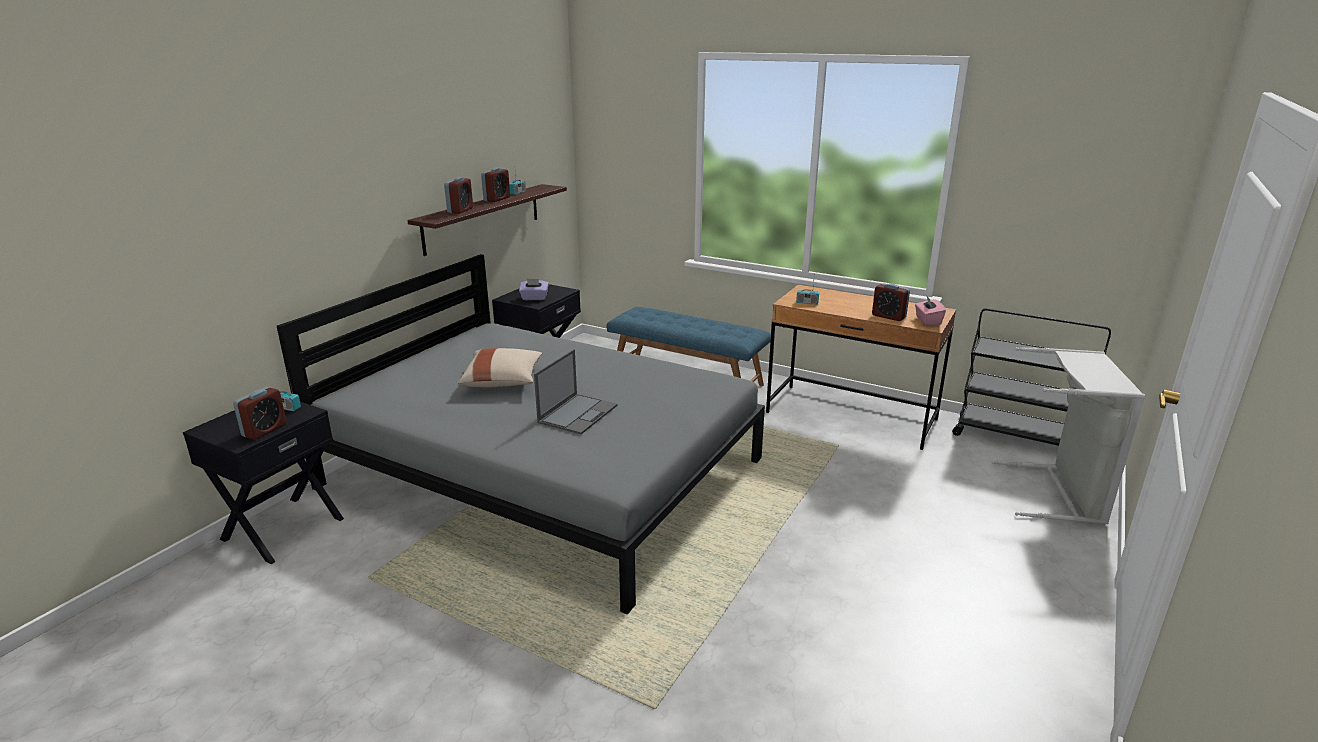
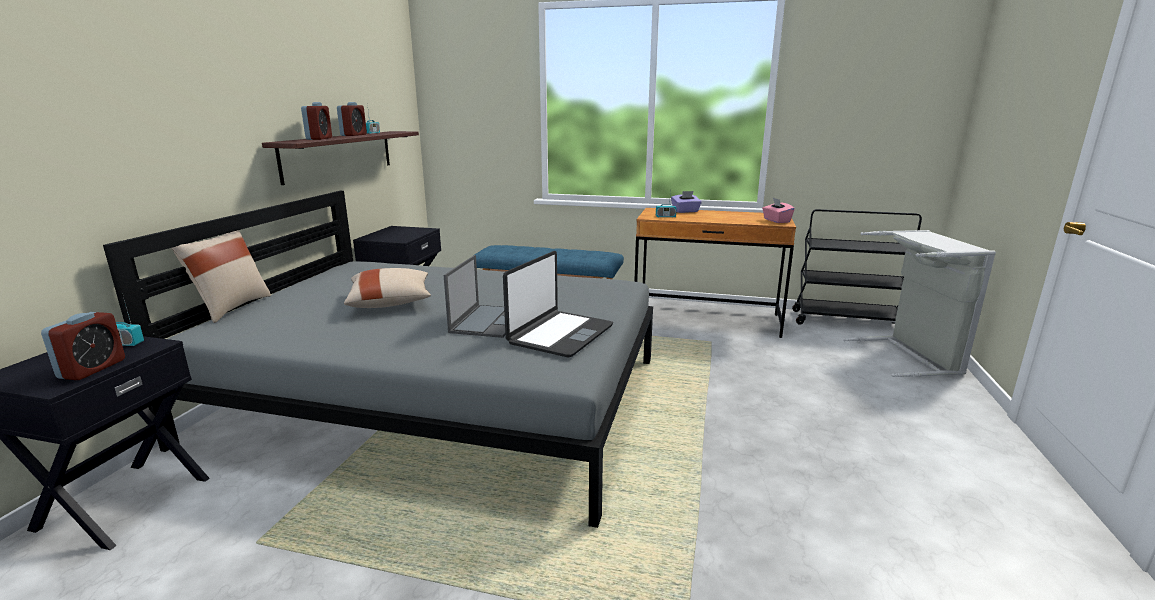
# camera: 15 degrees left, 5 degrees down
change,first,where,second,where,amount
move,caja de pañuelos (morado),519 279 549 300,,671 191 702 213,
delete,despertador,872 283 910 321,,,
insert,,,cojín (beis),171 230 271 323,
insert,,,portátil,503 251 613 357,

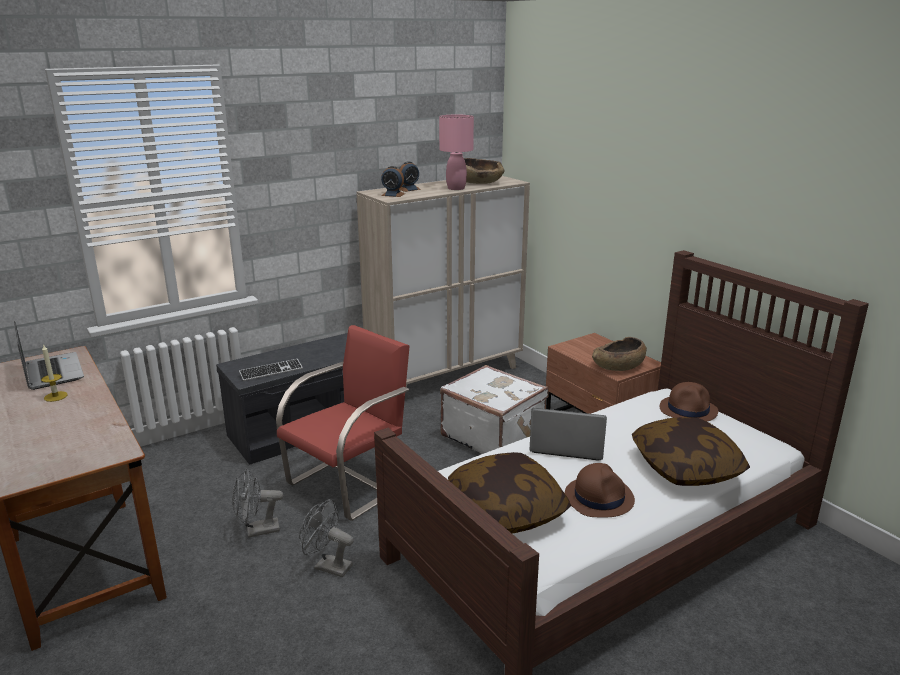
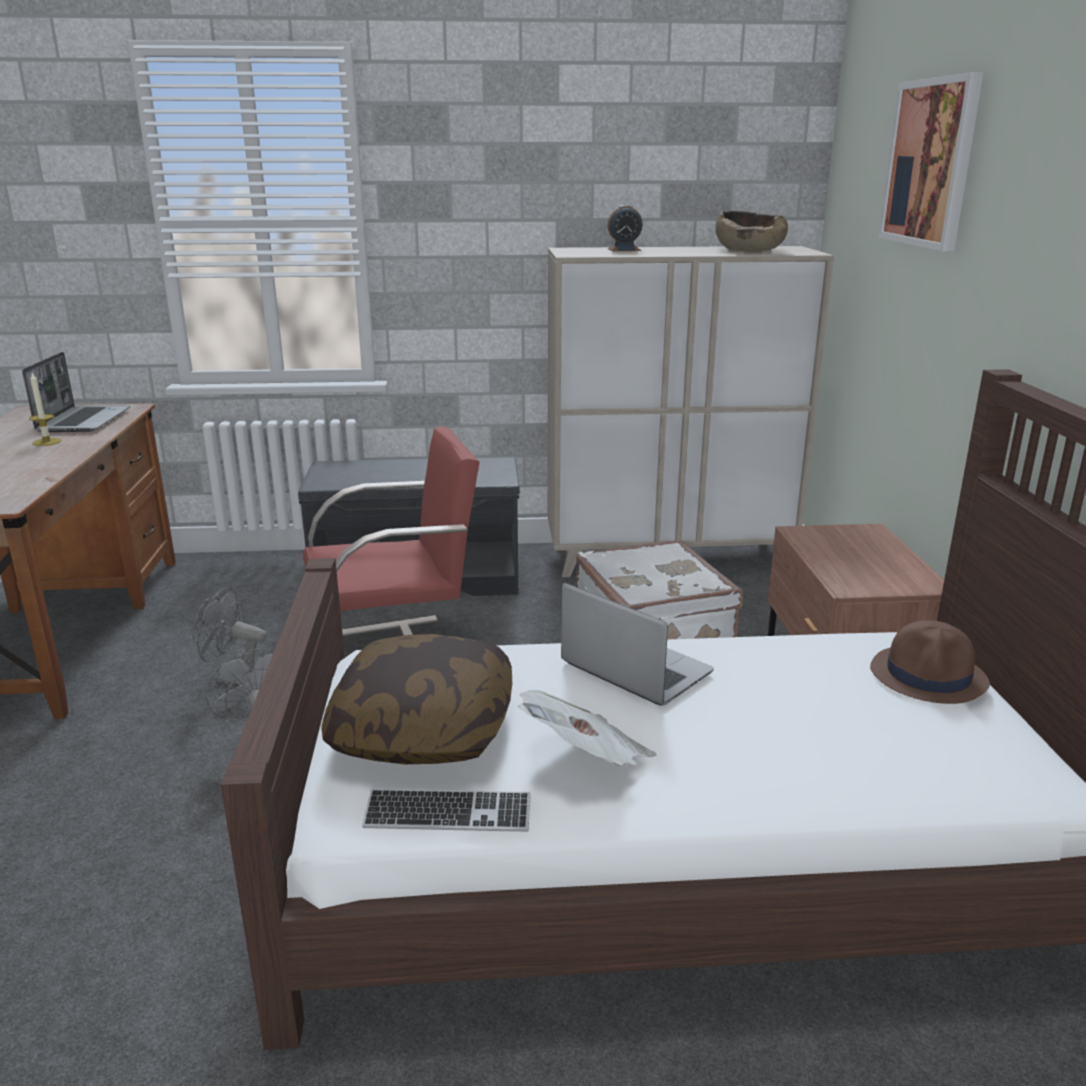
# camera: 30 degrees right, 0 degrees up
change,first,where,second,where,amount
move,teclado,239 359 303 381,,362 789 531 832,
delete,despertador,381 166 405 197,,,
delete,lámpara de mesa (rosa),439 115 474 190,,,
replace,sombrero (marrón),565 463 635 517,periódico,518 690 656 766,
delete,cuenco (marrón),592 337 647 371,,,
delete,cojín,632 417 750 486,,,
insert,,,cuadro,878 72 984 251,

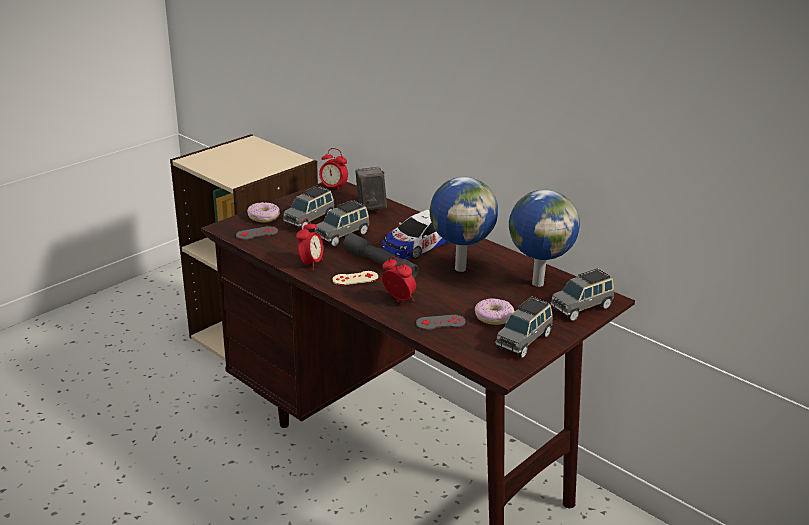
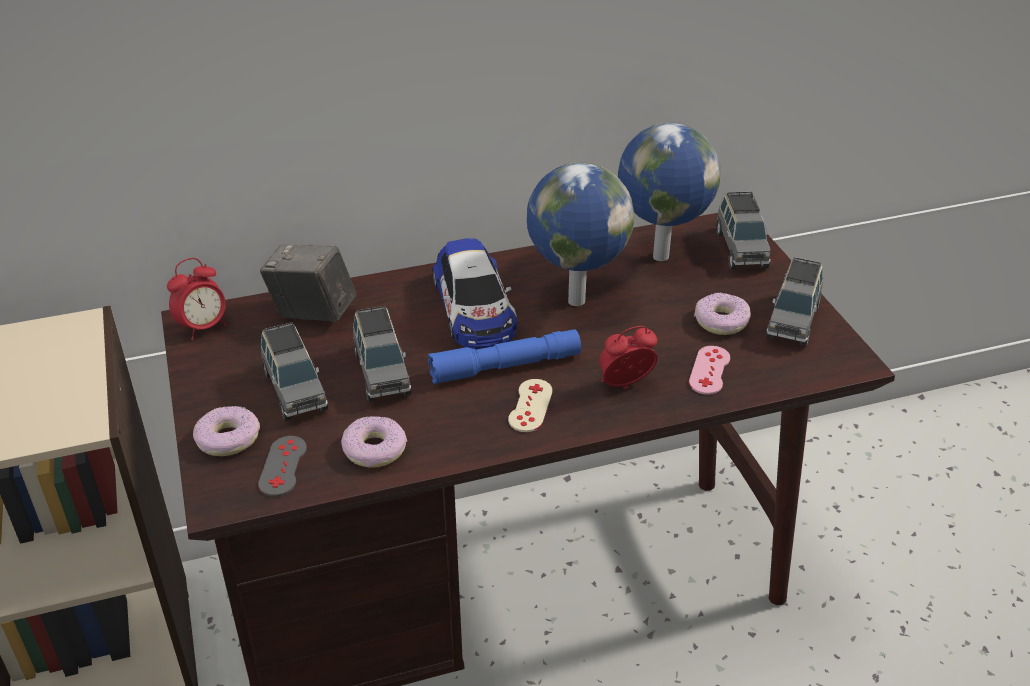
# camera: 60 degrees left, 10 degrees up
change,first,where,second,where,amount
delete,despertador,296 218 323 270,,,
recolor,linterna (gris),343 233 418 278,linterna (azul),428 329 581 384,
recolor,mando de consola (gris),416 315 466 330,mando de consola (rosa),689 346 730 395,
rotate,coche de juguete (gris),495 296 553 358,,766 257 823 347,45 degrees clockwise
insert,,,rosquilla,341 416 407 468,

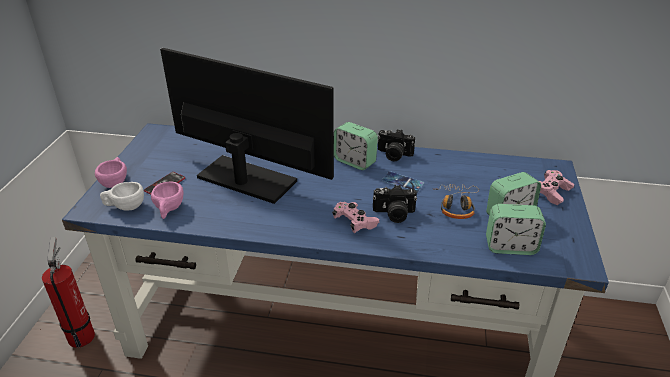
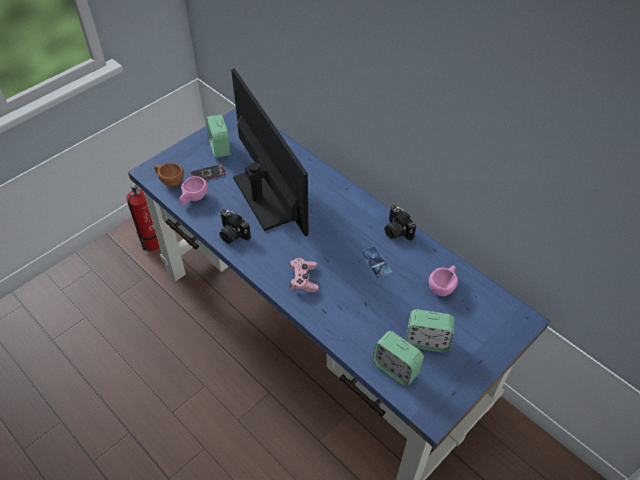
# camera: 35 degrees right, 15 degrees up
change,first,where,second,where,amount
move,taza (rosa),95 157 127 188,,429 266 458 296,
recolor,taza (blanco),100 182 144 210,taza (marrón),154 163 184 187,
move,despertador,334 122 378 170,,206 115 230 158,
move,cámara,373 185 417 223,,219 209 251 244,
delete,auriculares,435 184 479 219,,,
delete,mando de consola (rosa),539 170 574 205,,,

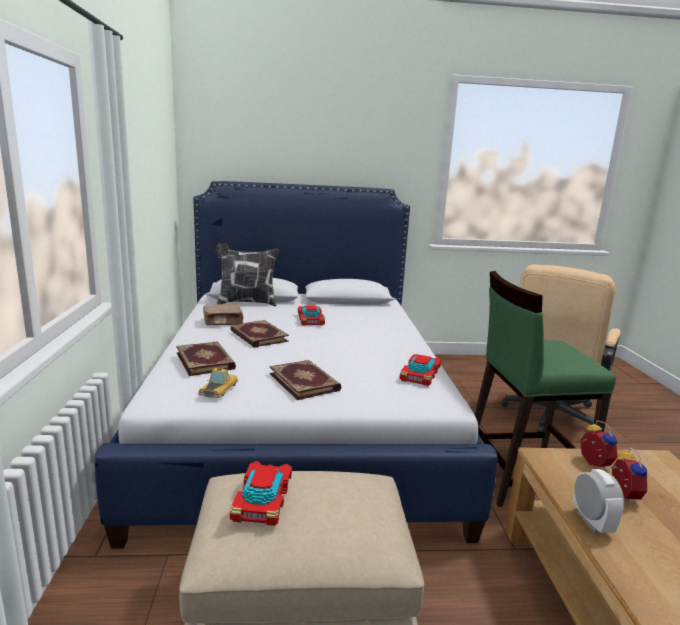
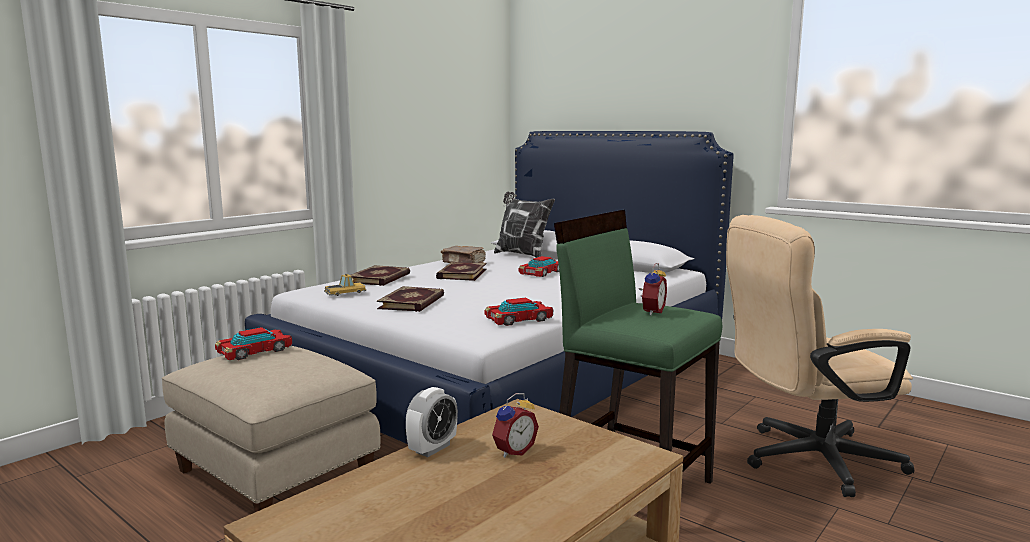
# camera: 45 degrees right, 5 degrees down
change,first,where,second,where,amount
move,despertador,580 420 618 470,,638 263 667 316,

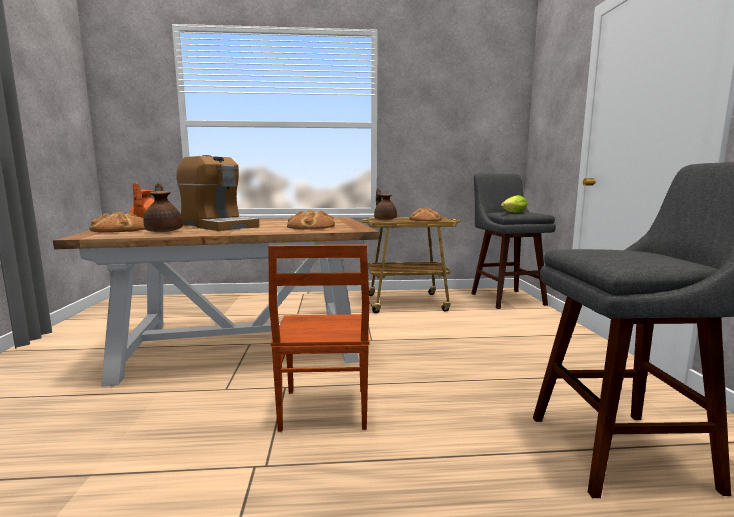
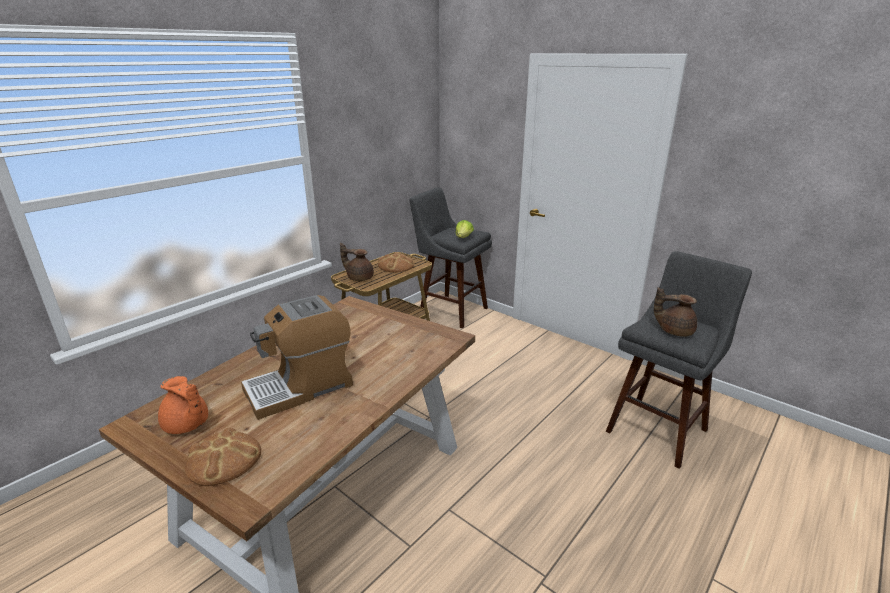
# camera: 45 degrees left, 15 degrees up
change,first,where,second,where,amount
move,tetera (marrón),143 183 183 232,,654 287 697 337,
rotate,cafetera,176 155 259 231,,241 295 353 420,150 degrees clockwise
delete,silla (marrón),268 244 370 432,,,
delete,pan,287 210 335 230,,,

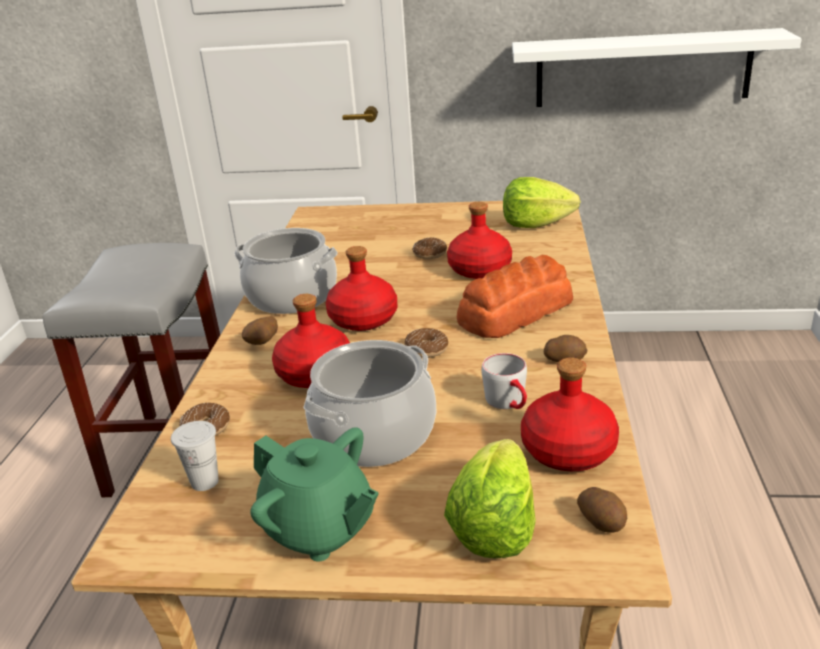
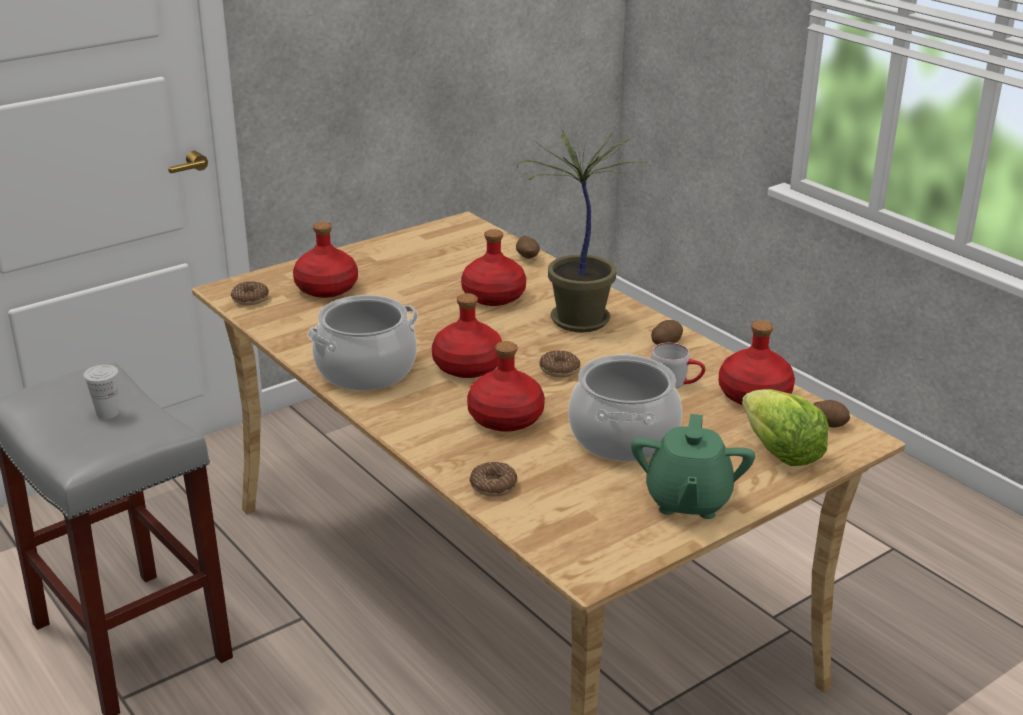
# camera: 45 degrees left, 0 degrees up
change,first,where,second,where,amount
move,taza (blanco),171 421 219 491,,83 365 119 419,
move,patata,242 316 278 345,,516 236 540 259,
rotate,tetera (verde),250 427 379 562,,631 414 755 519,105 degrees clockwise
move,rosquilla,412 237 447 259,,231 281 269 305,
replace,pan,457 255 573 338,planta en maceta,517 130 648 332,
delete,lechuga,503 177 581 228,,,
delete,estante (blanco),512 28 802 107,,,
insert,,,botella (rojo),293 222 358 298,

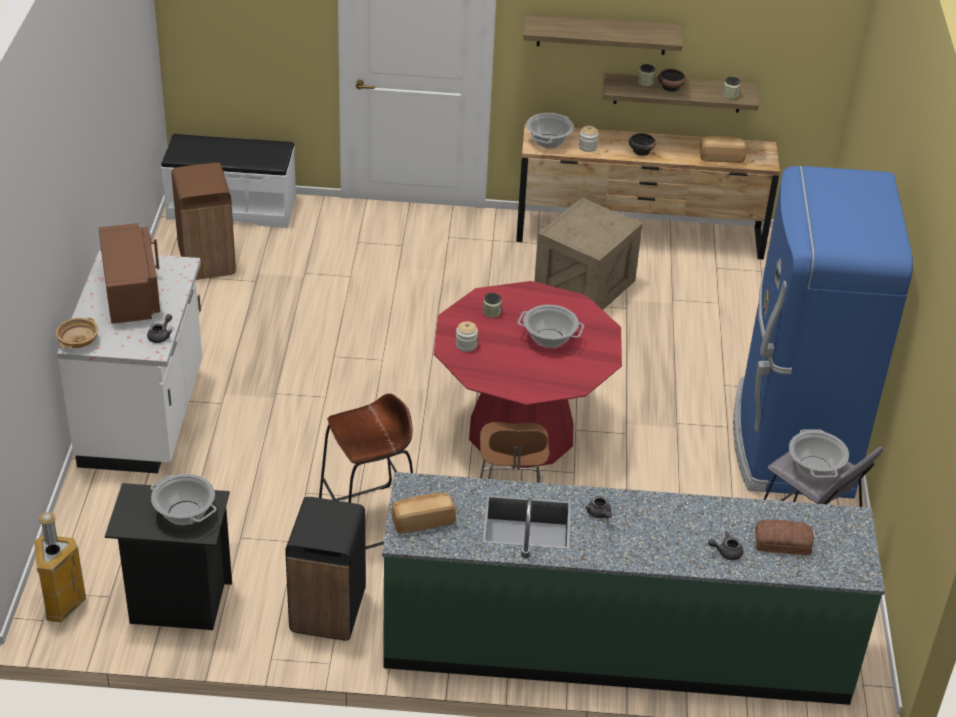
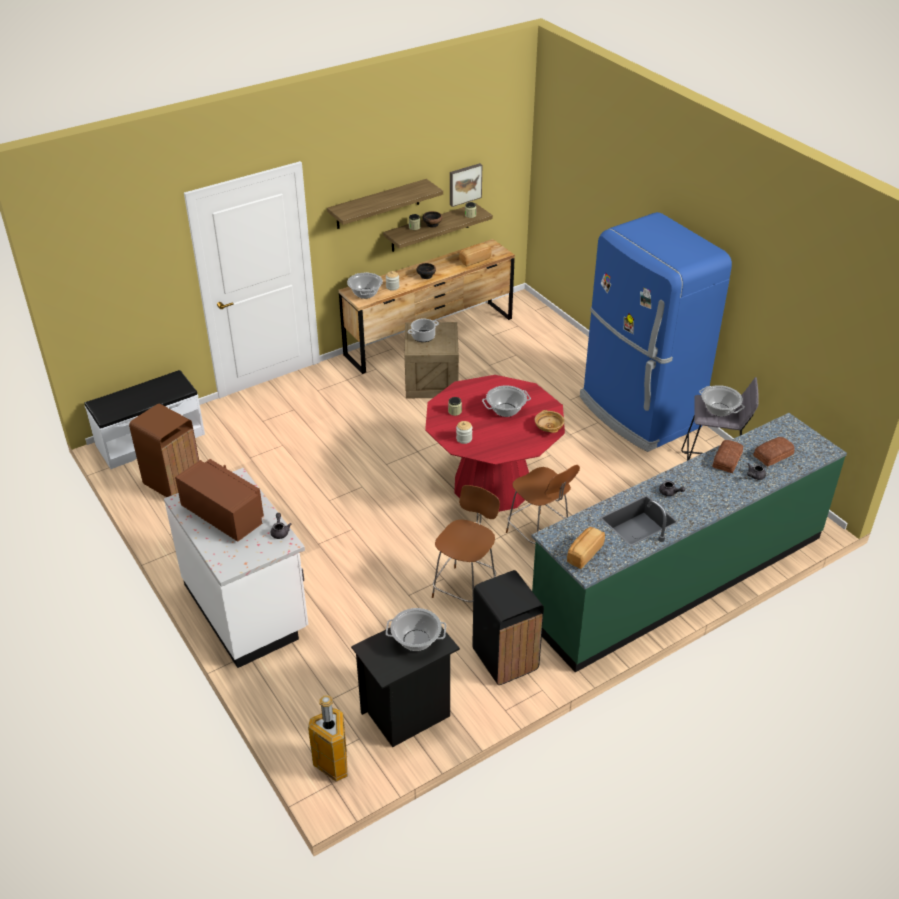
# camera: 35 degrees left, 0 degrees up
change,first,where,second,where,amount
move,cuenco (beis),56 318 98 348,,535 410 565 433,
replace,taburete (marrón),319 393 413 549,silla (marrón),432 485 500 602,
insert,,,olla,408 318 439 342,
insert,,,cuadro,450 163 482 207,
insert,,,pan,713 440 743 473,

